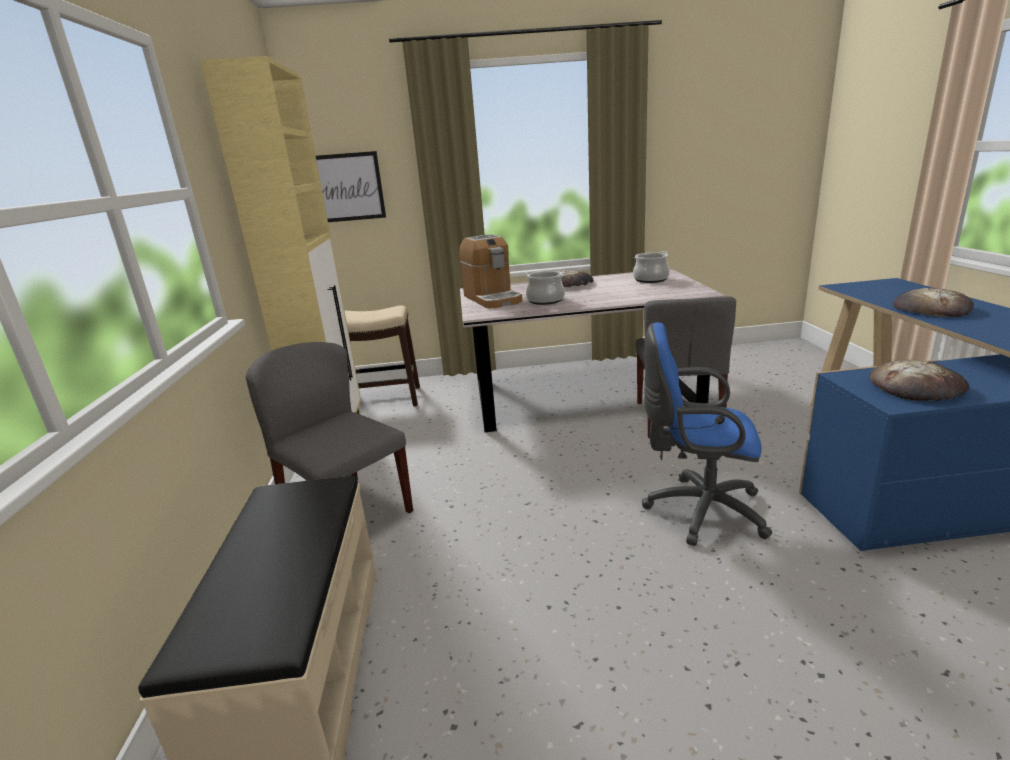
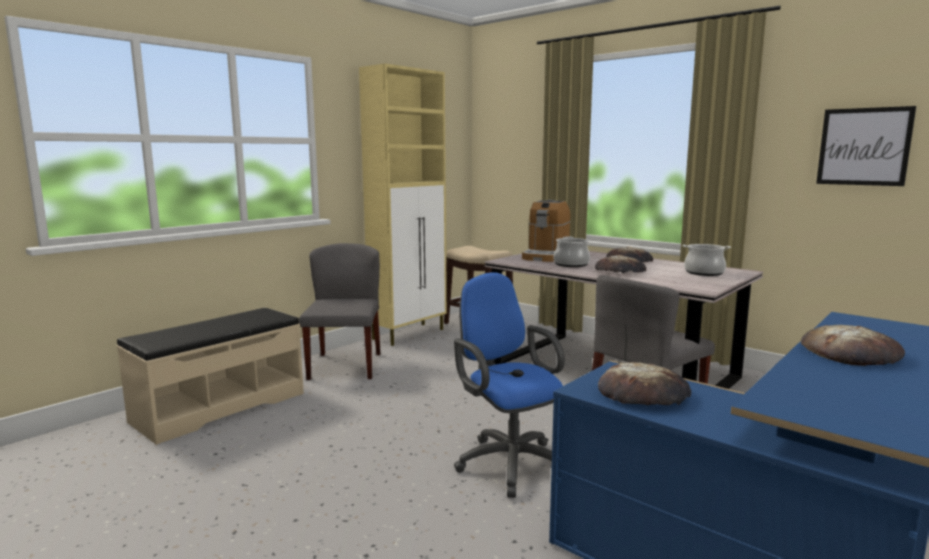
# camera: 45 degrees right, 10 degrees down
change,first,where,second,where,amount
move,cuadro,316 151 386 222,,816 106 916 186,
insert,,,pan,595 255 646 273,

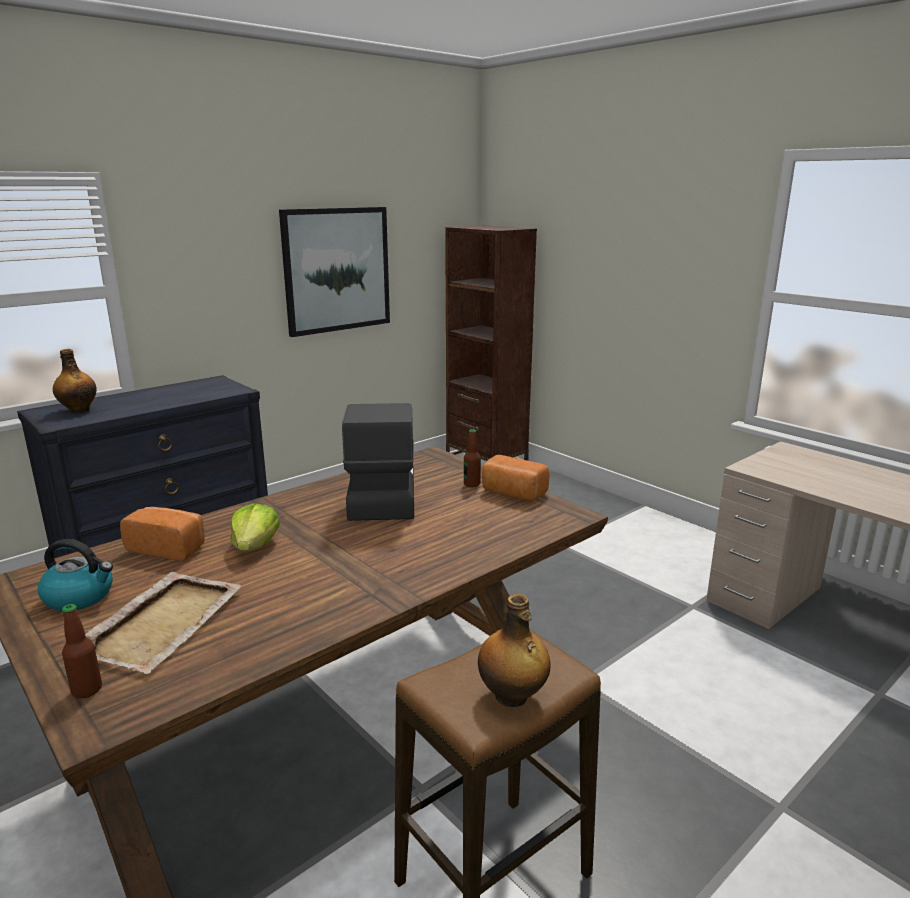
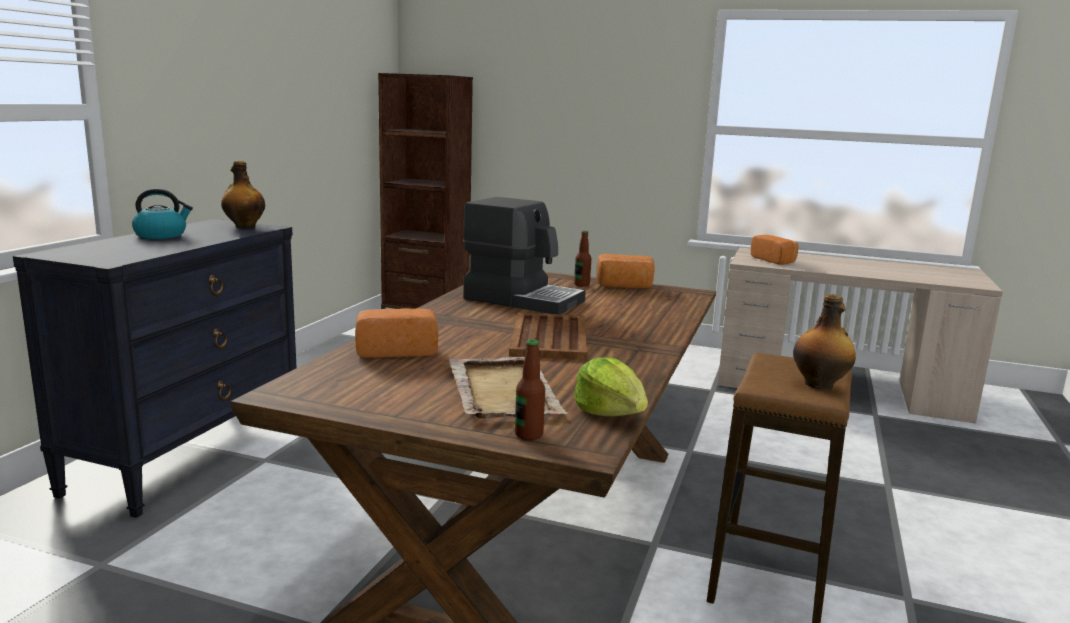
# camera: 30 degrees left, 5 degrees down
change,first,where,second,where,amount
move,hervidor,38 539 113 611,,132 188 193 239,
move,botella,53 349 97 413,,221 161 265 228,
move,lechuga,230 503 280 551,,574 357 648 417,
delete,cuadro,279 207 390 337,,,
rotate,cafetera,342 403 414 521,,463 197 586 315,150 degrees clockwise
insert,,,bandeja (marrón),509 313 587 360,
insert,,,pan,751 235 799 265,

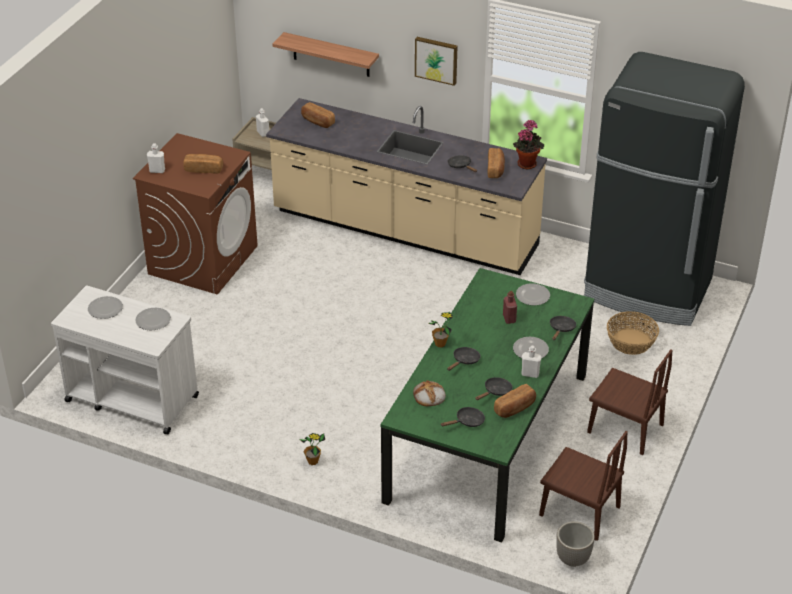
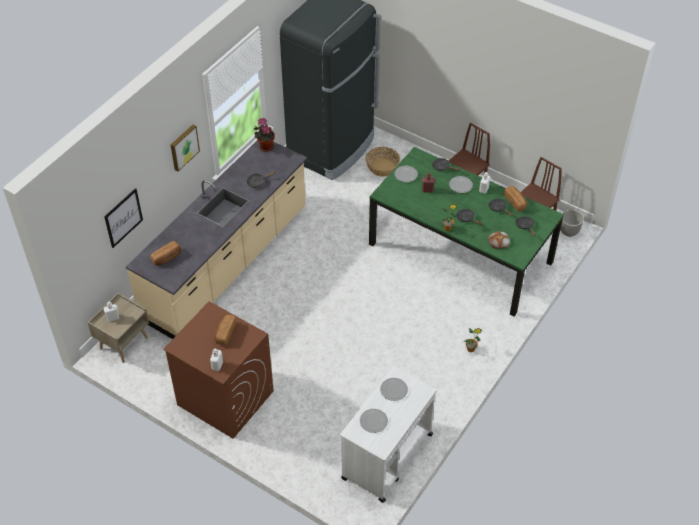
# camera: 80 degrees left, 10 degrees up
change,first,where,second,where,amount
replace,estante,272 32 379 77,cuadro,104 188 143 248,
delete,pan,487 148 505 178,,,

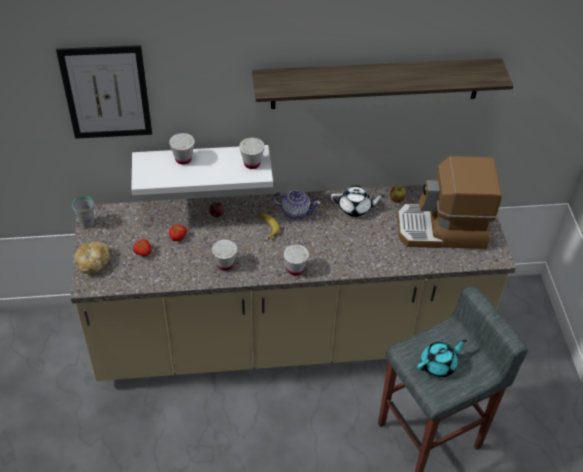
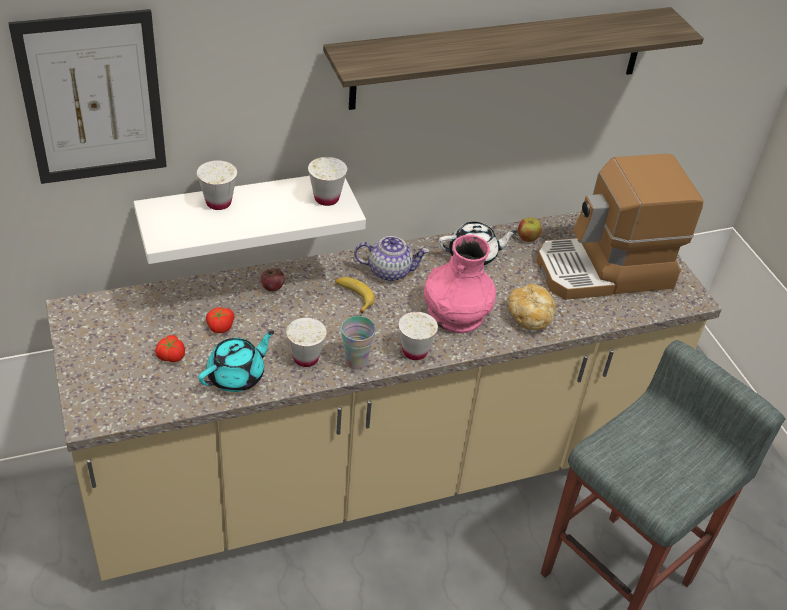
# camera: 15 degrees left, 5 degrees down
change,first,where,second,where,amount
move,taza,72 196 94 228,,341 316 376 370,
move,pan,74 241 110 274,,508 284 556 330,
move,tetera (turquesa),417 340 467 377,,198 330 274 392,
insert,,,florero (rosa),424 235 496 333,

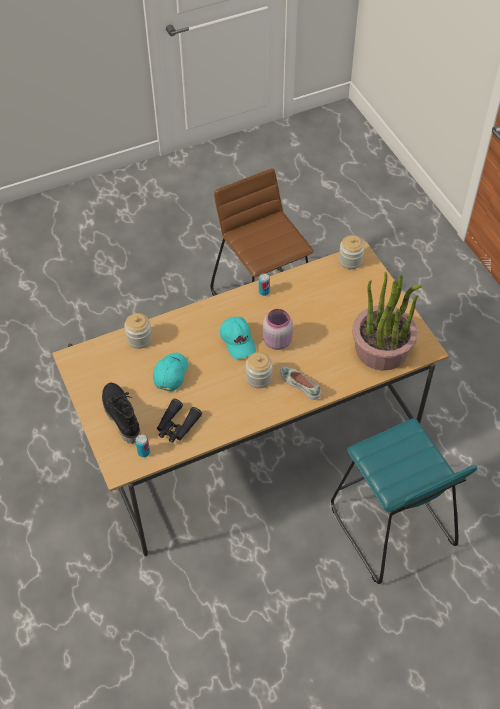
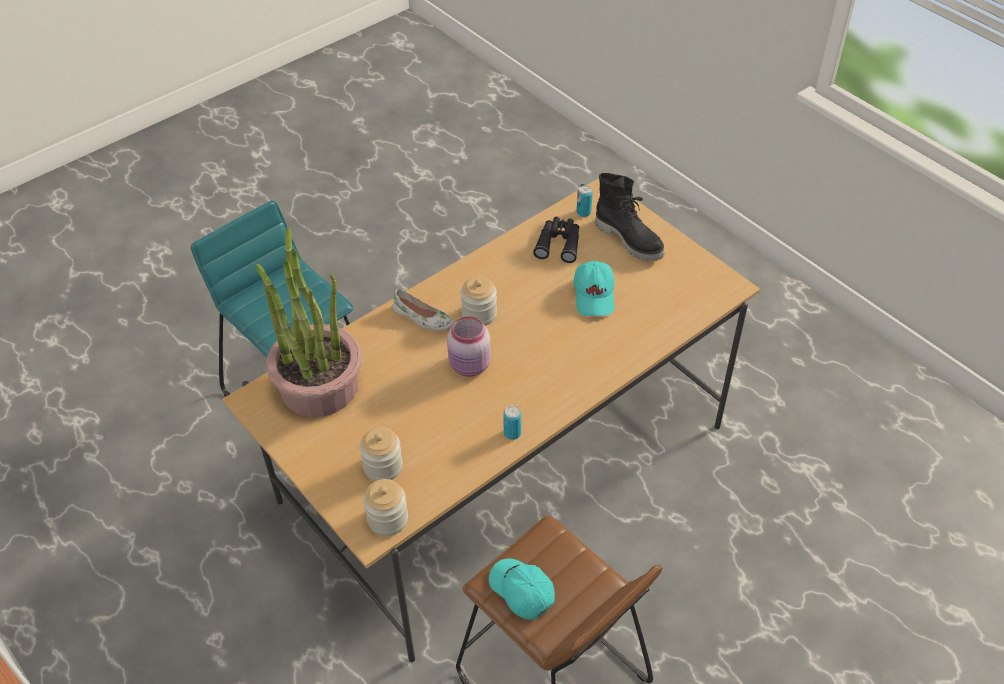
# camera: 165 degrees right, 5 degrees down
change,first,where,second,where,amount
move,tarro,124 313 152 349,,359 427 403 481,
move,gorra (turquesa),220 317 256 359,,489 559 555 620,

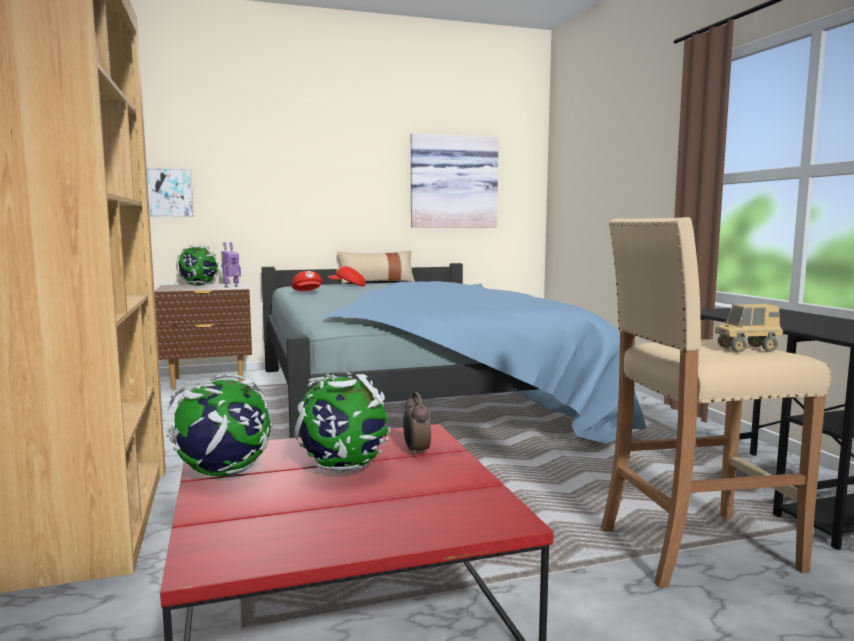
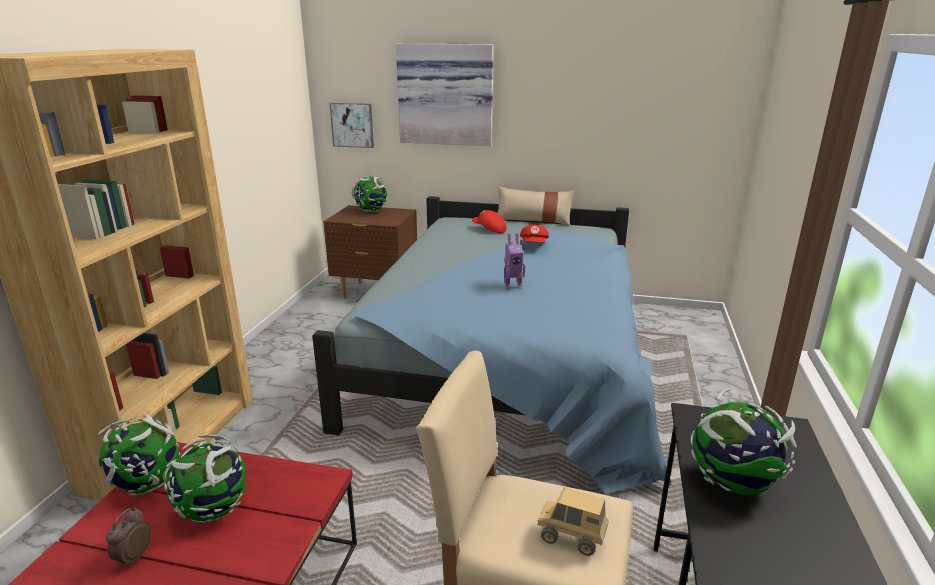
# camera: 30 degrees right, 15 degrees up
change,first,where,second,where,amount
move,robot de juguete,221 242 241 288,,504 234 525 289,
move,gorra (rojo),291 271 322 291,,520 225 549 242,
move,despertador,403 392 431 457,,106 507 151 567,
move,cuadro,411 133 499 228,,396 44 494 146,
insert,,,globo terráqueo,691 389 797 495,

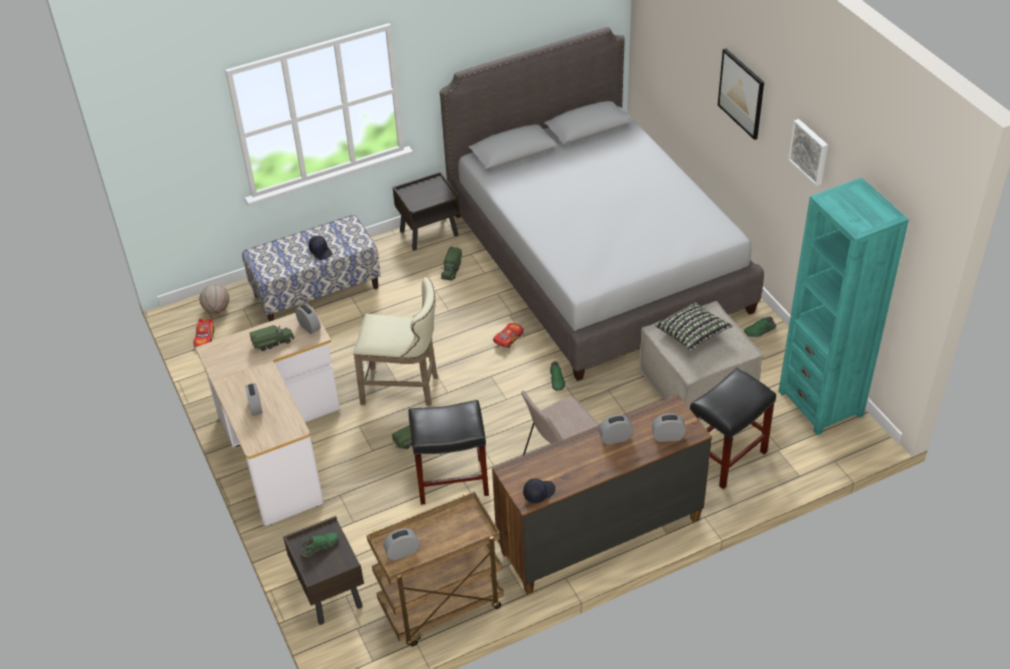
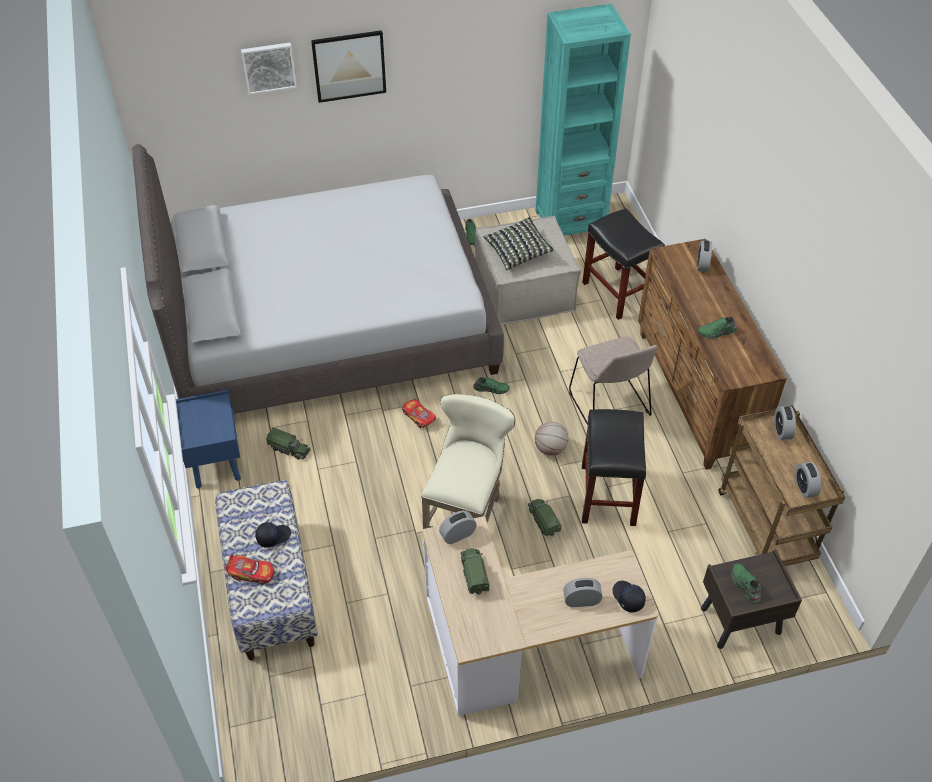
# camera: 80 degrees left, 5 degrees up
change,first,where,second,where,amount
move,coche de juguete,193 319 214 347,,225 555 274 585,
move,balón de baloncesto,200 284 229 313,,535 422 568 456,
recolor,mesita de noche (marrón),393 172 460 251,mesita de noche (azul),176 390 241 489,
move,gorra (negro),523 479 555 503,,613 581 646 613,
move,despertador,599 415 633 445,,774 406 796 440,
move,cuadro,788 119 828 186,,241 43 297 95,
insert,,,zapato (verde),698 317 738 339,

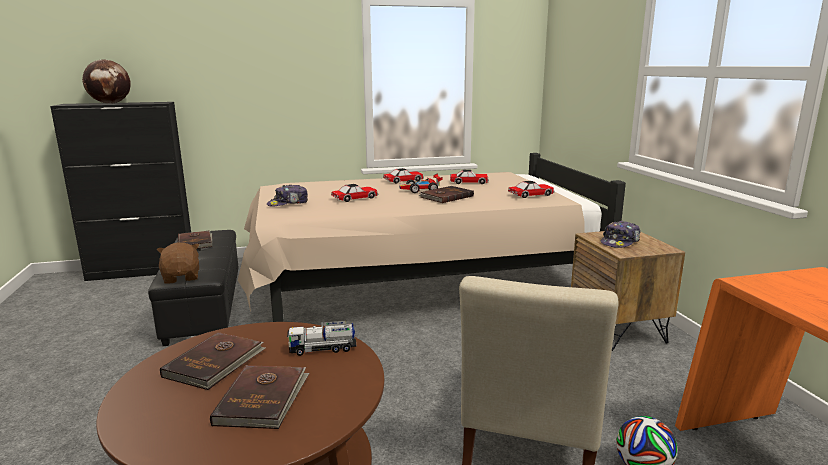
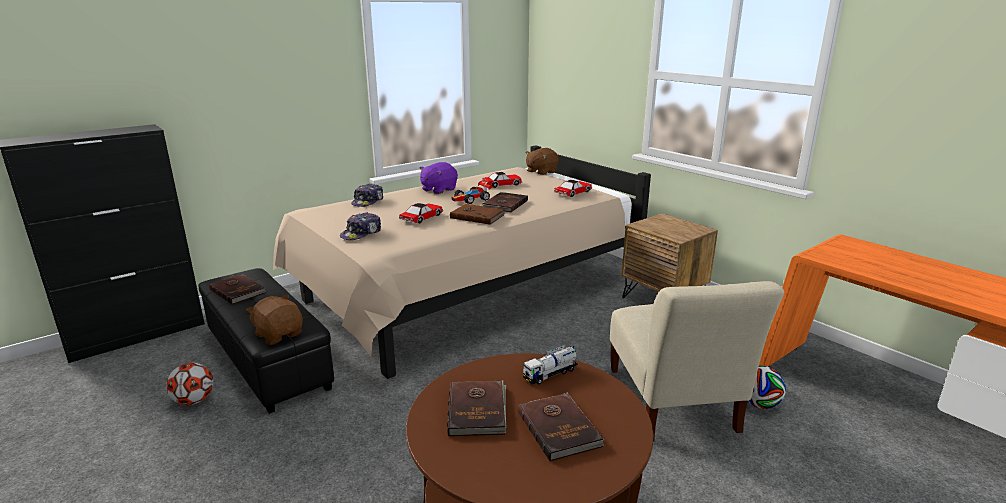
# camera: 25 degrees left, 5 degrees up
change,first,where,second,where,amount
delete,globo terráqueo,82 59 131 104,,,
replace,coche de juguete,383 168 424 184,peluche (morado),420 162 458 194,
move,gorra,601 221 641 248,,351 183 383 207,
insert,,,balón de fútbol,166 362 213 405,
insert,,,libro (marrón),450 204 505 225,
insert,,,peluche (marrón),526 148 559 175,

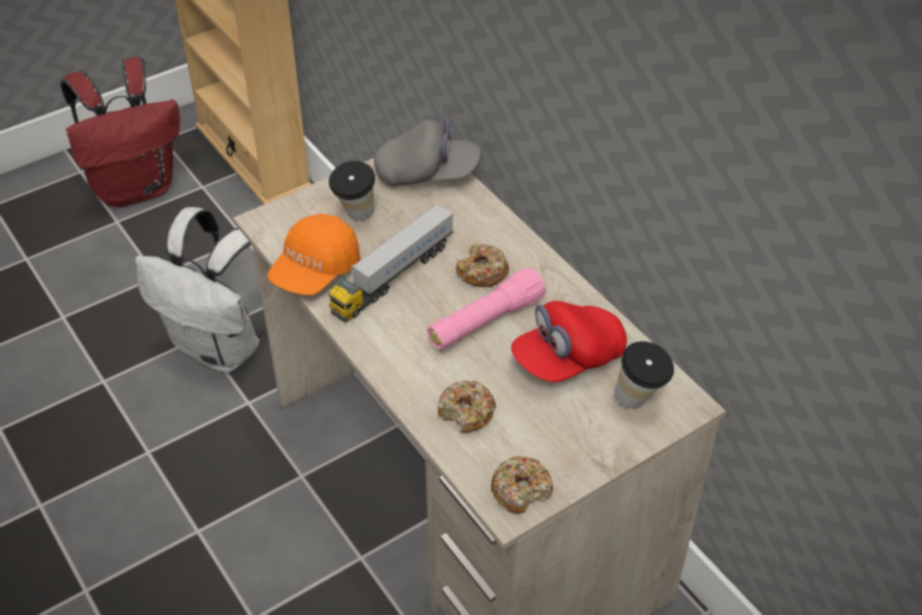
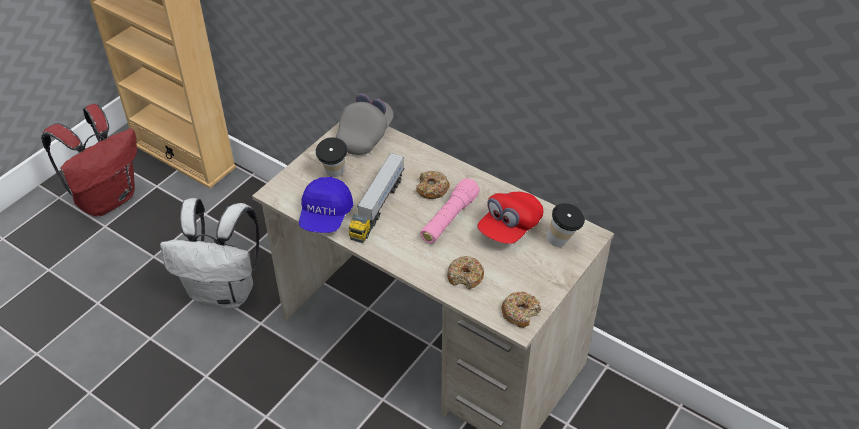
# camera: 20 degrees left, 0 degrees up
change,first,where,second,where,amount
recolor,gorra (naranja),268 214 360 295,gorra (azul),299 177 353 233,
rotate,gorra (gris),374 116 480 186,,336 93 394 155,45 degrees counterclockwise

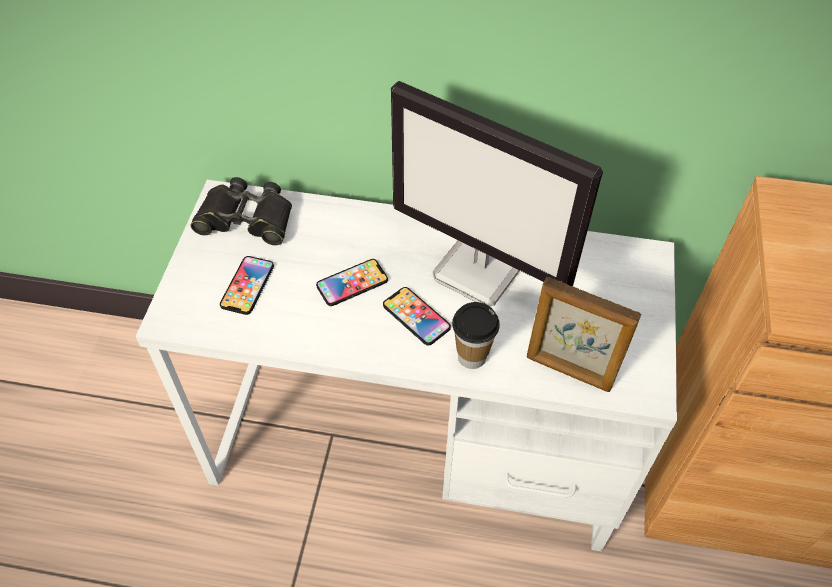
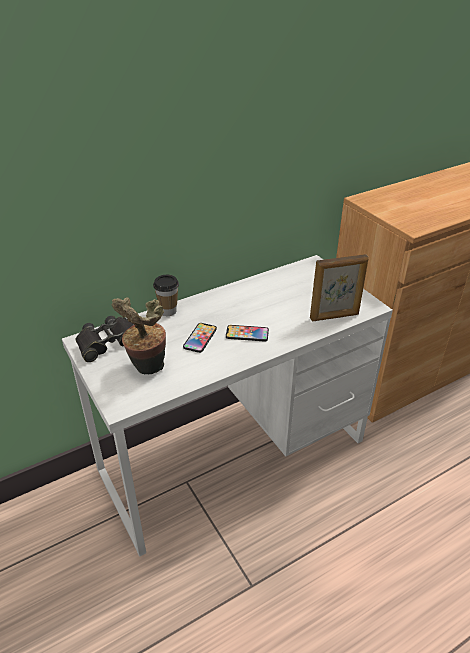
# camera: 40 degrees left, 15 degrees down
change,first,where,second,where,amount
replace,móvil,220 256 274 315,planta en maceta,112 297 166 375,
delete,monitor,391 81 603 306,,,
move,taza,452 302 500 369,,153 275 179 316,

